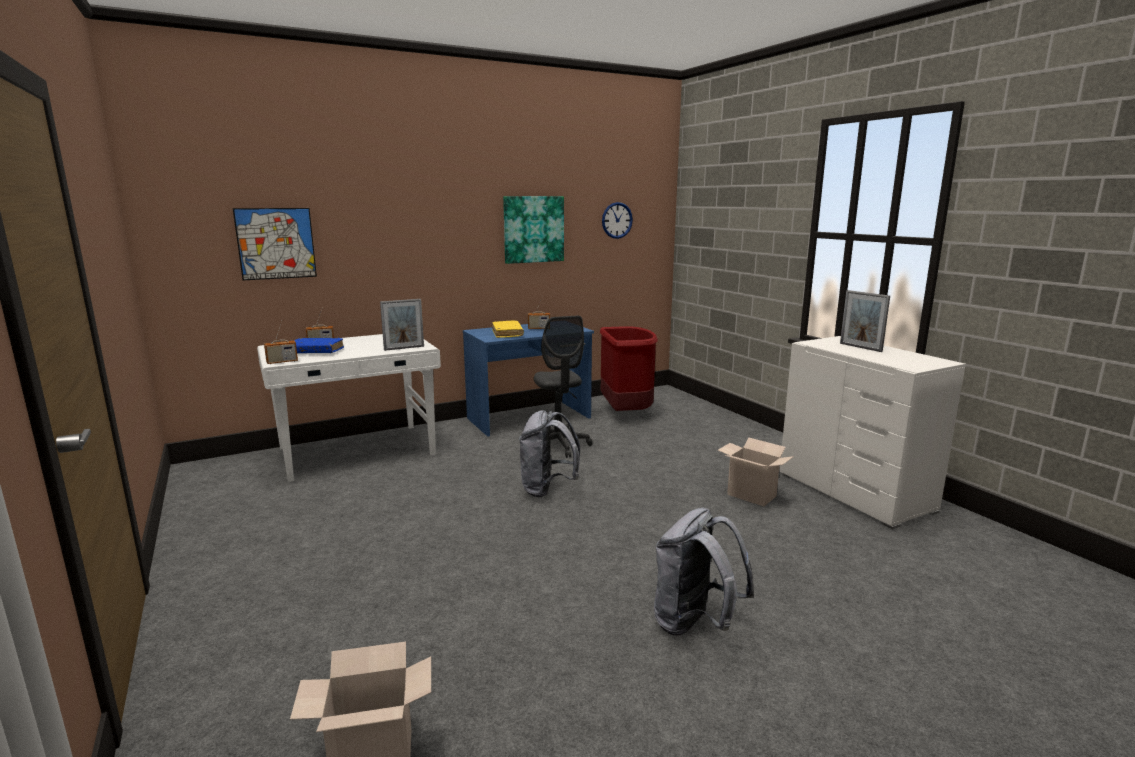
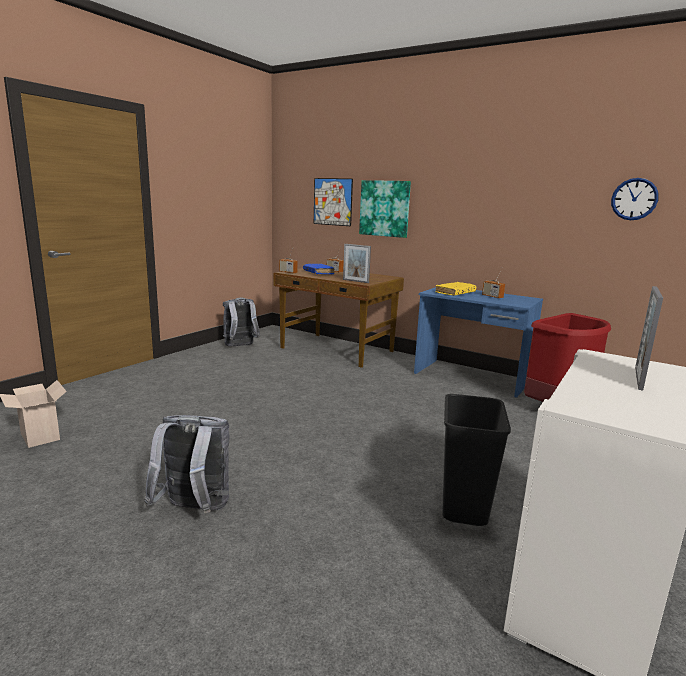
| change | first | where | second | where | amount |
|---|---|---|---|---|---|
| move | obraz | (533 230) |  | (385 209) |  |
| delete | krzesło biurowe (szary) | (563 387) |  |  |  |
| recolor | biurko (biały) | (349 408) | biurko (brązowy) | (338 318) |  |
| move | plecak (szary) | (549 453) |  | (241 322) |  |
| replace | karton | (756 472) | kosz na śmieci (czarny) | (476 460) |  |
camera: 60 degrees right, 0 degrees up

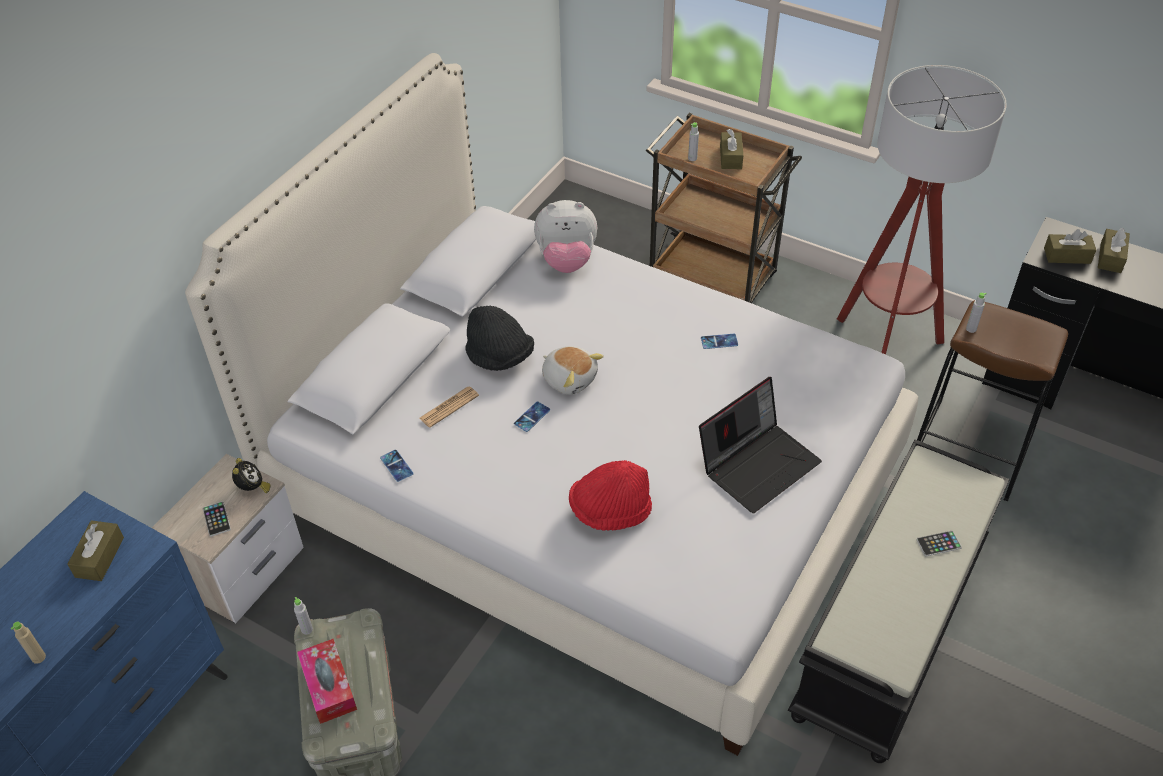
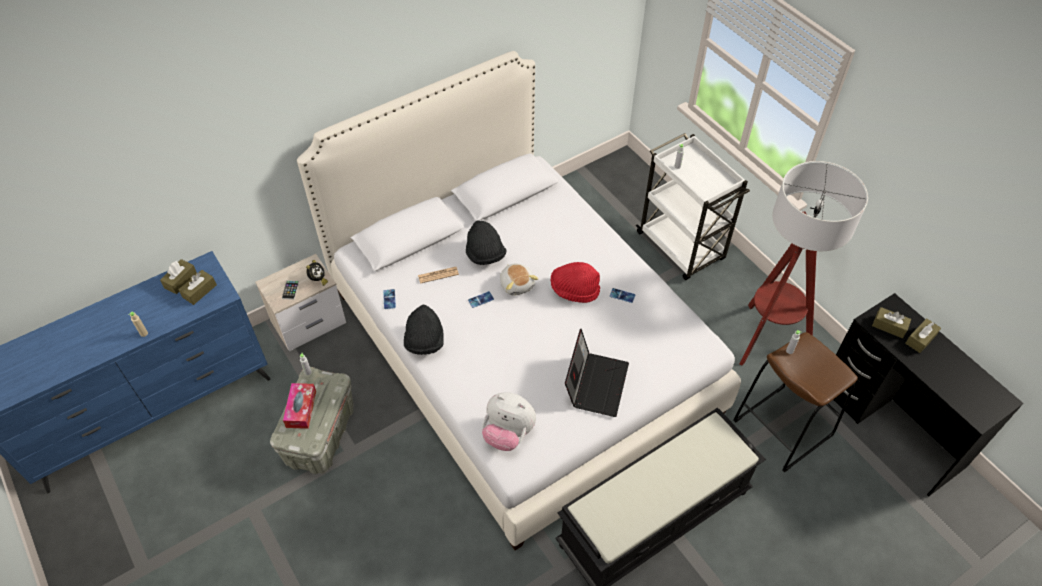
| change | first | where | second | where | amount |
|---|---|---|---|---|---|
| recolor | wózek (brązowy) | (724 208) | wózek (biały) | (693 206) |  |
| move | pudełko chusteczek (brązowy) | (731 149) |  | (178 276) |  |
| move | pluszak | (565 236) |  | (509 421) |  |
| rotate | laptop | (760 445) |  | (597 373) | 60 degrees counterclockwise |
| move | kapelusz (czerwony) | (610 495) |  | (575 282) |  |
| delete | telefon | (939 543) |  |  |  |
| insert |  |  | kapelusz (czarny) | (424 329) |  |
camera: 25 degrees right, 5 degrees up

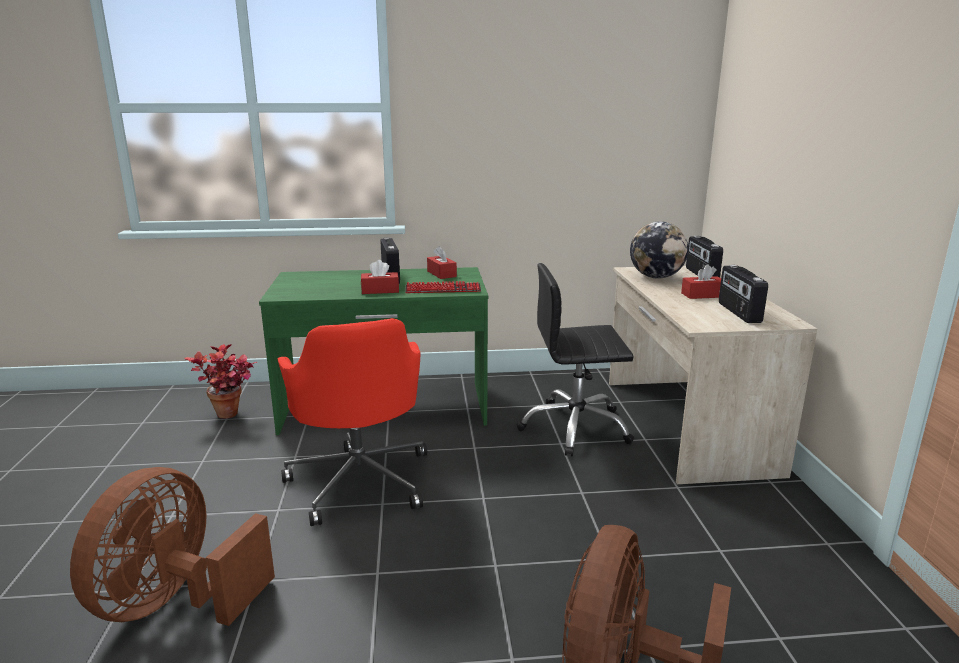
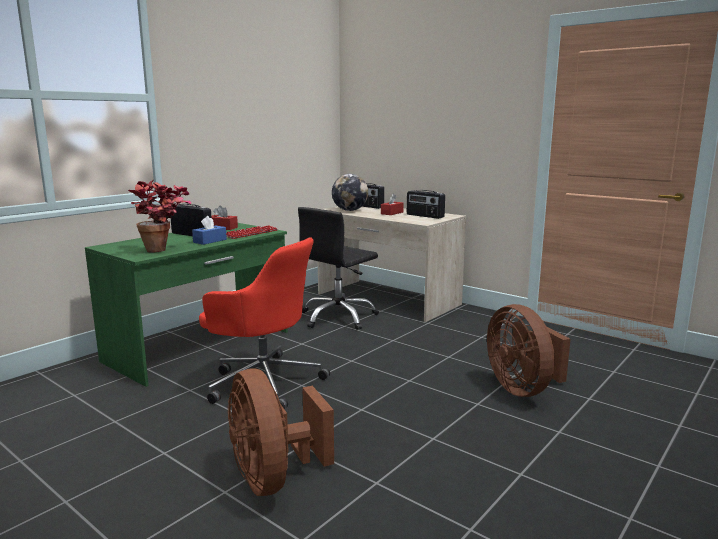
| change | first | where | second | where | amount |
|---|---|---|---|---|---|
| recolor | pudełko chusteczek (czerwony) | (380 277) | pudełko chusteczek (niebieski) | (209 230) |  |
| move | roślina doniczkowa | (220 381) |  | (159 216) |  |
camera: 45 degrees left, 5 degrees down

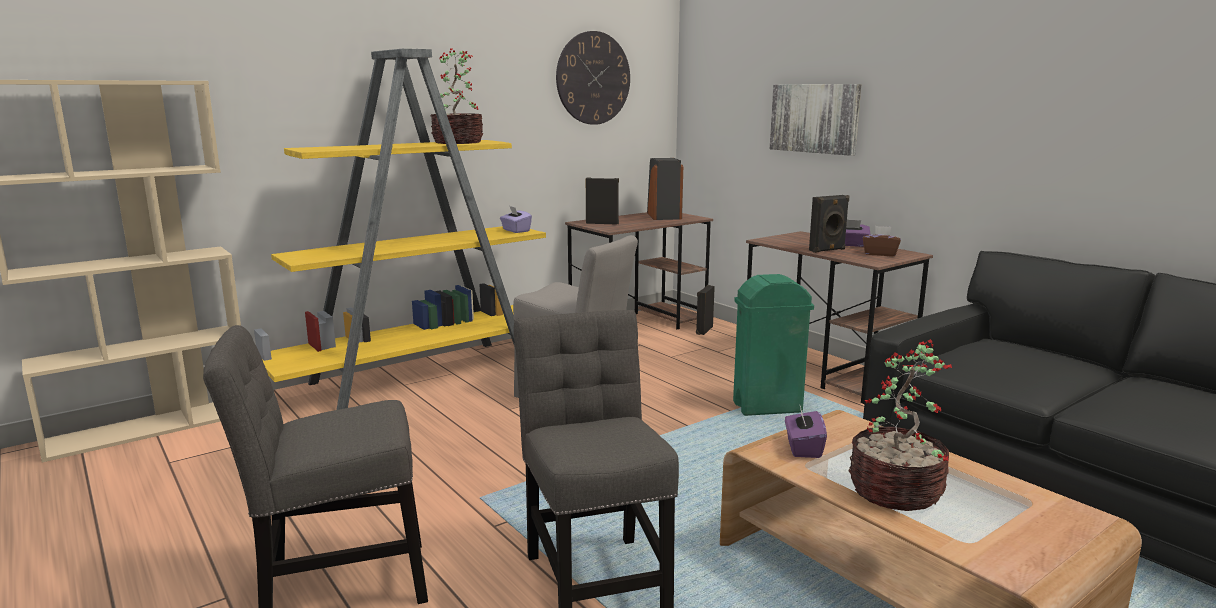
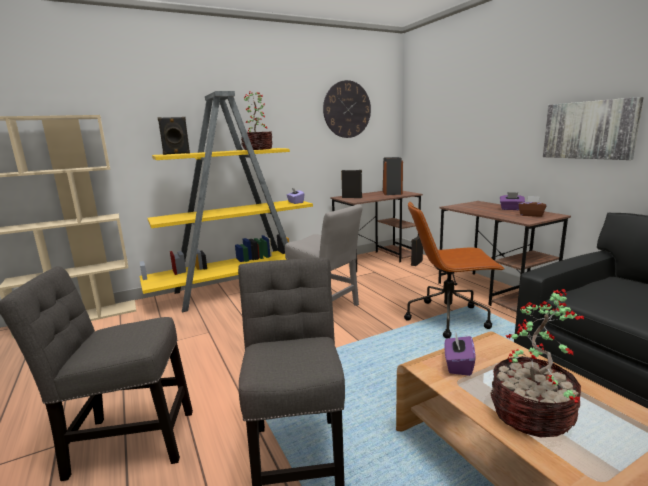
| change | first | where | second | where | amount |
|---|---|---|---|---|---|
| move | obraz | (815 120) |  | (593 128) |  |
| move | głośnik (czarny) | (829 224) |  | (174 136) |  |
| replace | kosz na śmieci (zielony) | (773 345) | krzesło biurowe (brązowy) | (454 270) |  |
camera: 10 degrees right, 0 degrees up

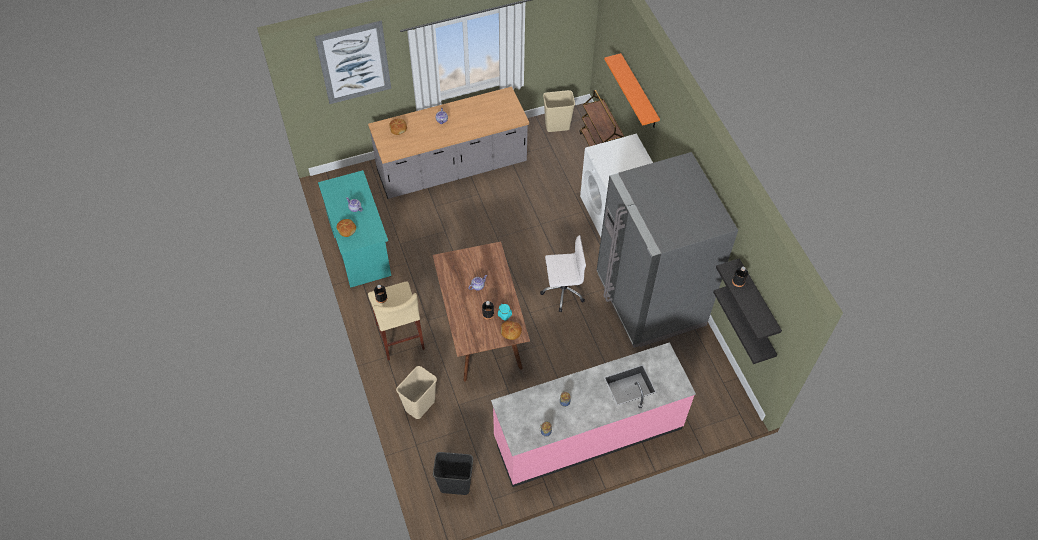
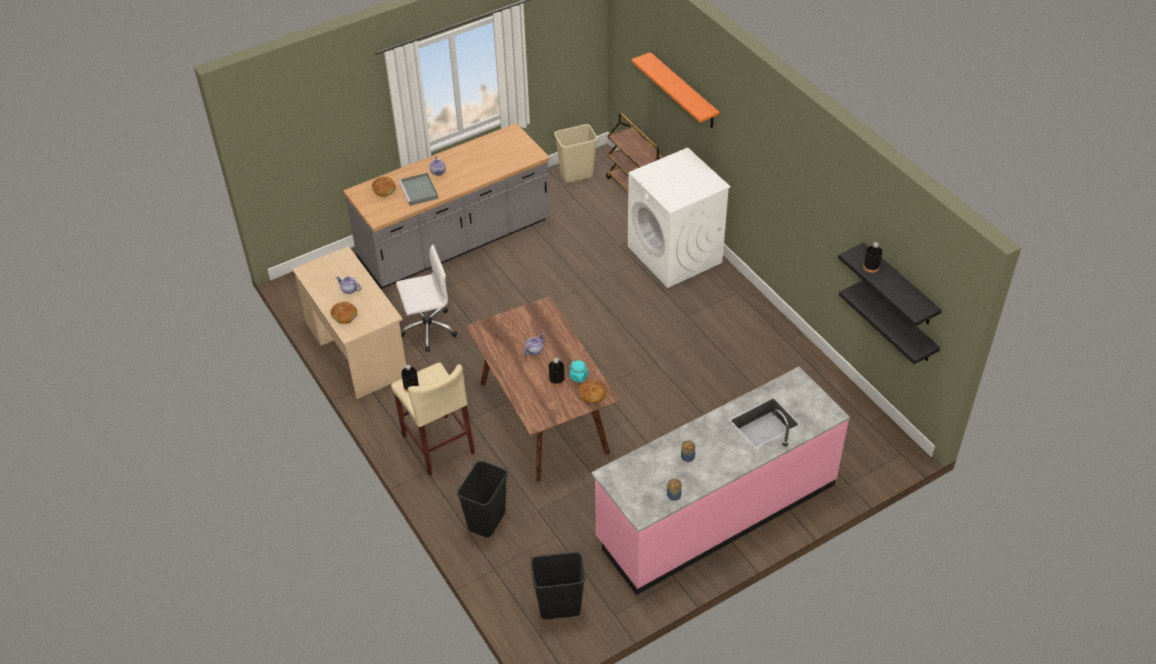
| change | first | where | second | where | amount |
|---|---|---|---|---|---|
| delete | obraz | (353 62) |  |  |  |
| delete | lodówka (szary) | (667 250) |  |  |  |
| recolor | biurko (turkusowy) | (354 229) | biurko (beżowy) | (349 322) |  |
| move | krzesło biurowe (biały) | (563 273) |  | (426 298) |  |
| recolor | kosz na śmieci (beżowy) | (416 392) | kosz na śmieci (czarny) | (482 499) |  |
| insert |  |  | taca (szary) | (418 189) |  |
camera: 10 degrees left, 10 degrees down

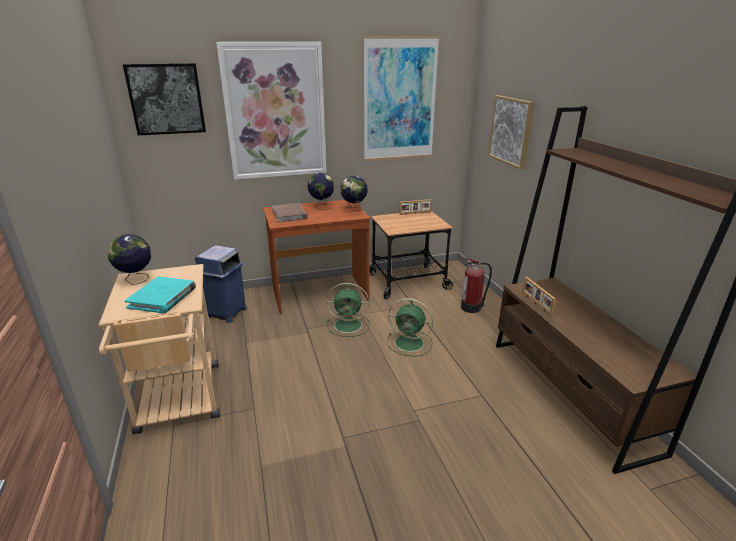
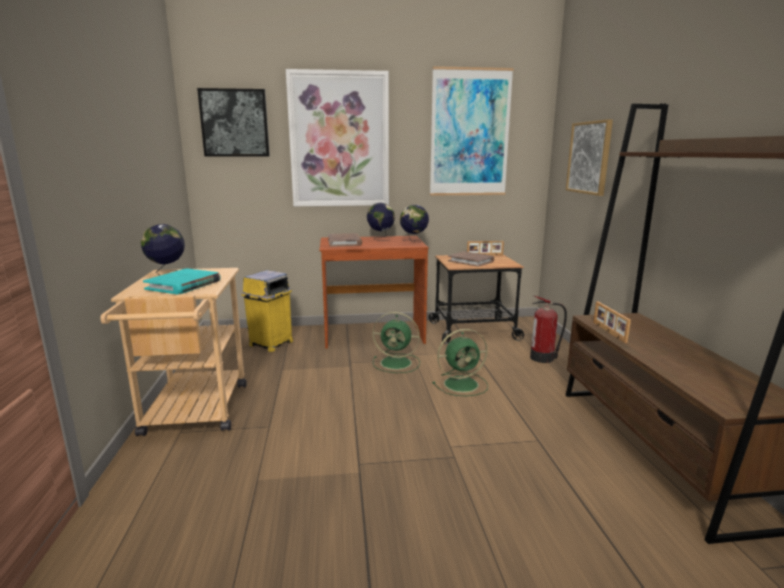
| change | first | where | second | where | amount |
|---|---|---|---|---|---|
| recolor | kosz na śmieci (niebieski) | (221 284) | kosz na śmieci (żółty) | (267 311) |  |
| rotate | wentylator (zielony) | (410 327) |  | (460 362) | 45 degrees counterclockwise |
| insert |  |  | książka (brązowy) | (471 259) |  |
camera: 10 degrees right, 10 degrees down

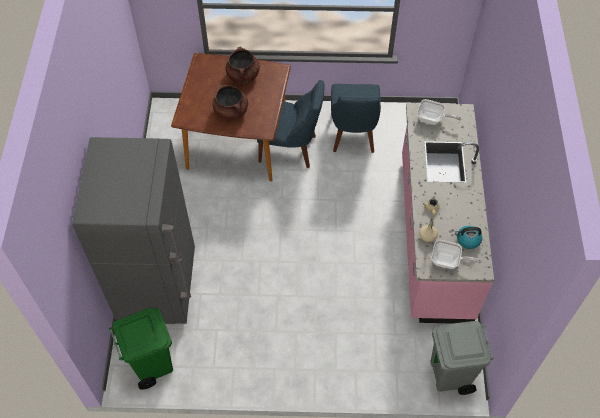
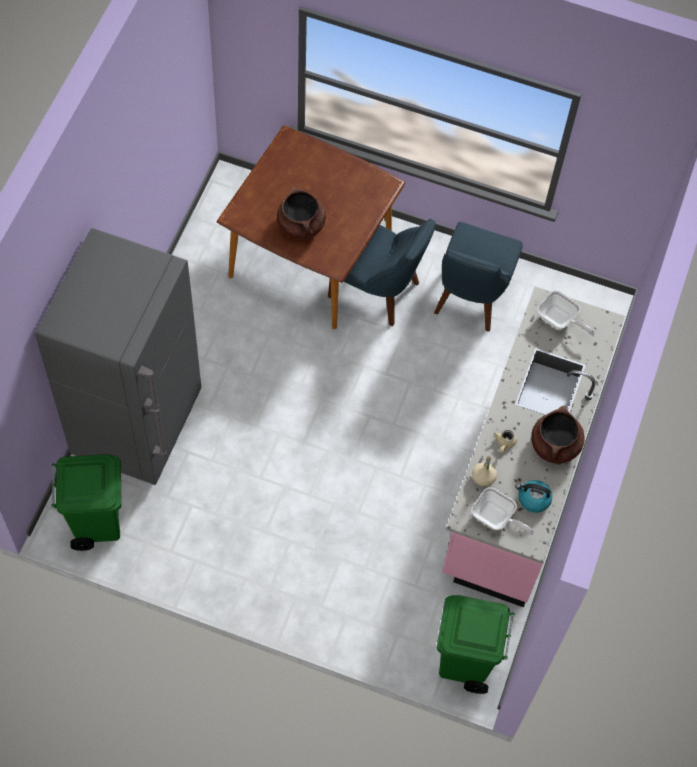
| change | first | where | second | where | amount |
|---|---|---|---|---|---|
| move | garnek (brązowy) | (243 65) |  | (558 435) |  |
| recolor | kosz na śmieci (szary) | (462 358) | kosz na śmieci (zielony) | (475 644) |  |
camera: 15 degrees right, 5 degrees up

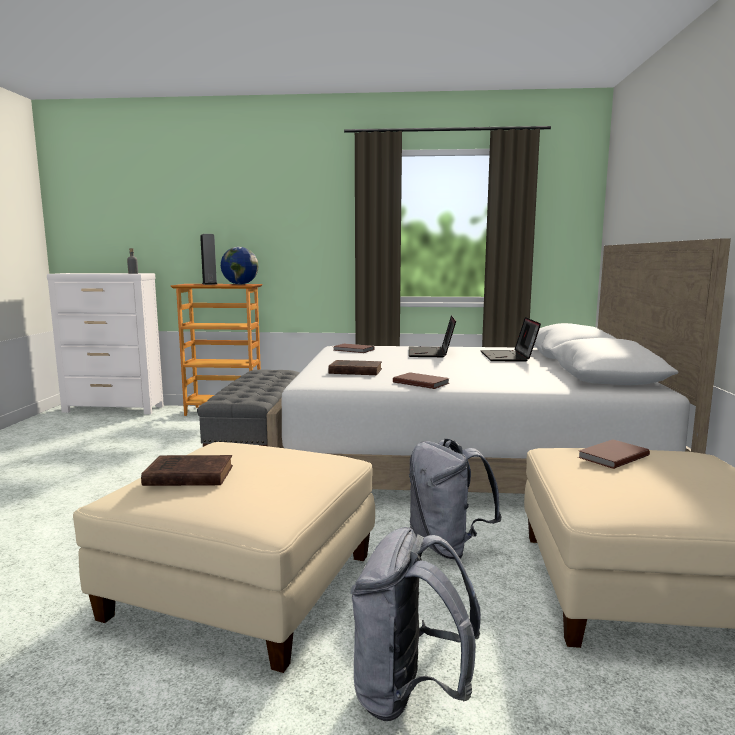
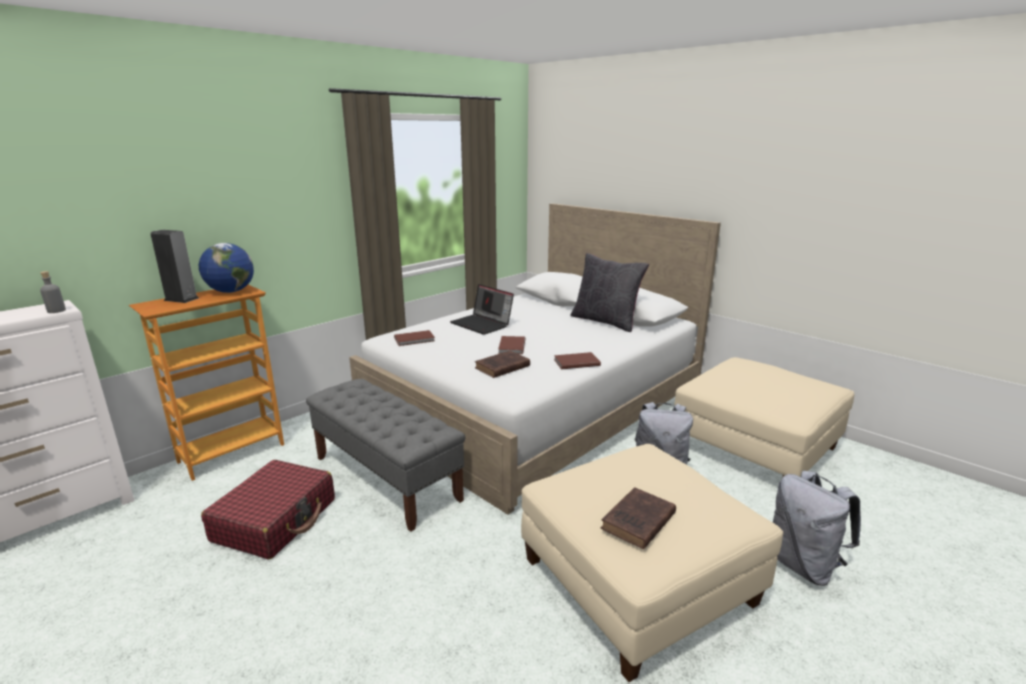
| change | first | where | second | where | amount |
|---|---|---|---|---|---|
| delete | laptop | (510 339) |  |  |  |
| move | książka (brązowy) | (614 454) |  | (511 345) |  |
| insert |  |  | poduszka (czarny) | (609 292) |  |
| insert |  |  | walizka (czerwony) | (268 510) |  |
camera: 50 degrees left, 10 degrees up

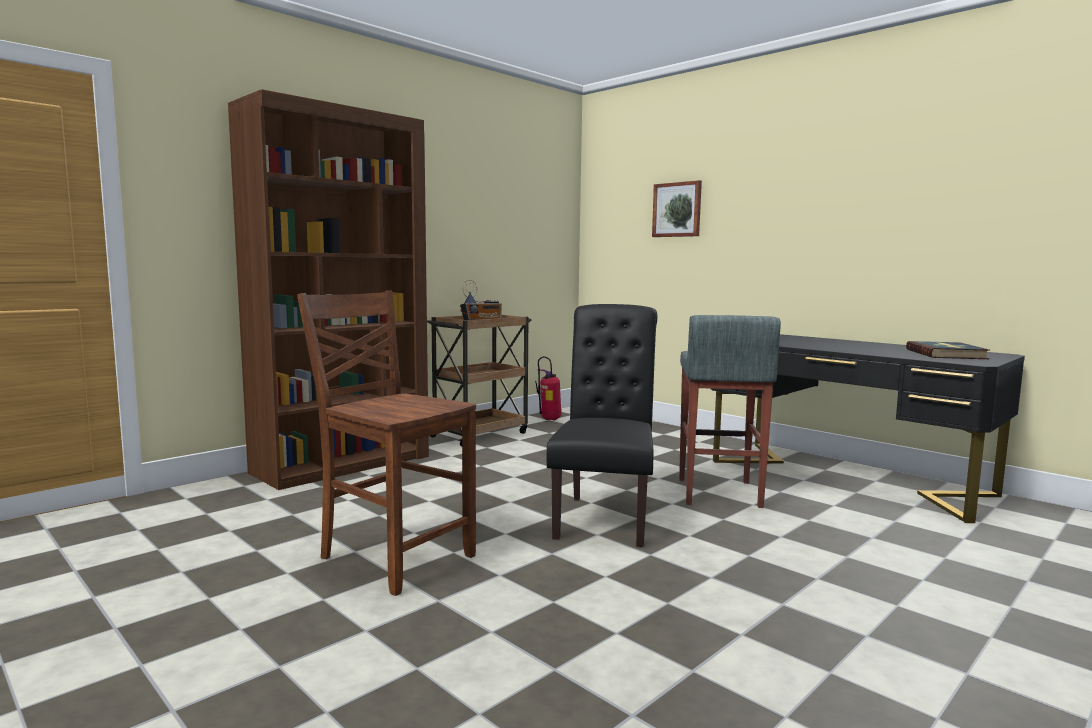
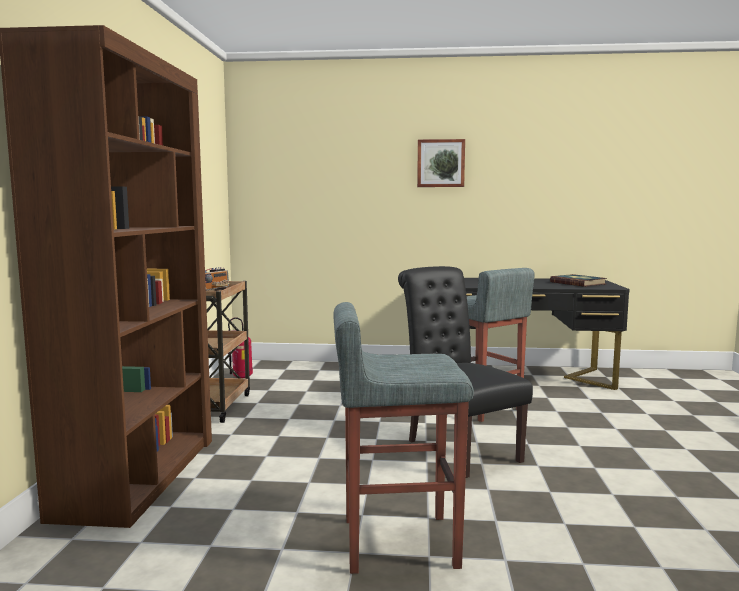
| change | first | where | second | where | amount |
|---|---|---|---|---|---|
| move | obraz | (677 208) |  | (441 163) |  |
| replace | krzesło (brązowy) | (386 443) | stołek (szary) | (403 438) |  |
camera: 40 degrees left, 0 degrees up

